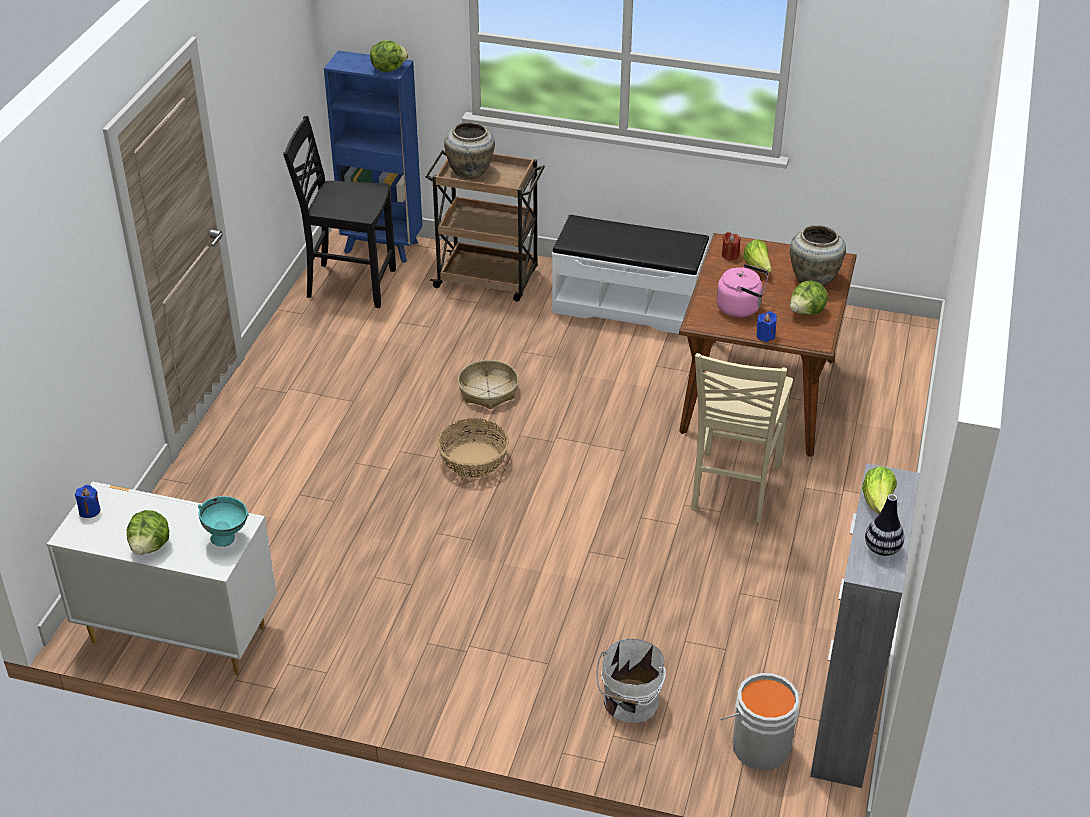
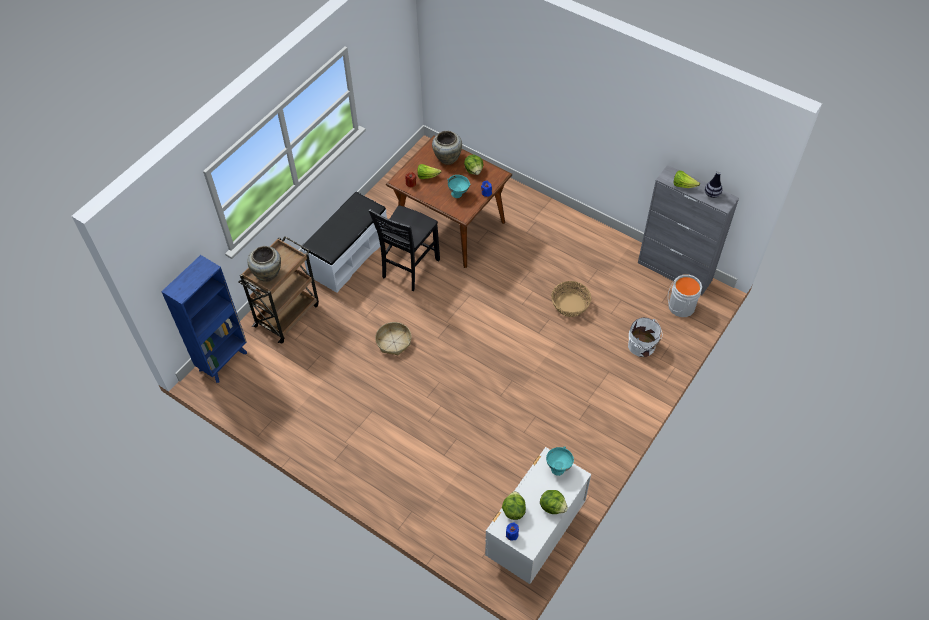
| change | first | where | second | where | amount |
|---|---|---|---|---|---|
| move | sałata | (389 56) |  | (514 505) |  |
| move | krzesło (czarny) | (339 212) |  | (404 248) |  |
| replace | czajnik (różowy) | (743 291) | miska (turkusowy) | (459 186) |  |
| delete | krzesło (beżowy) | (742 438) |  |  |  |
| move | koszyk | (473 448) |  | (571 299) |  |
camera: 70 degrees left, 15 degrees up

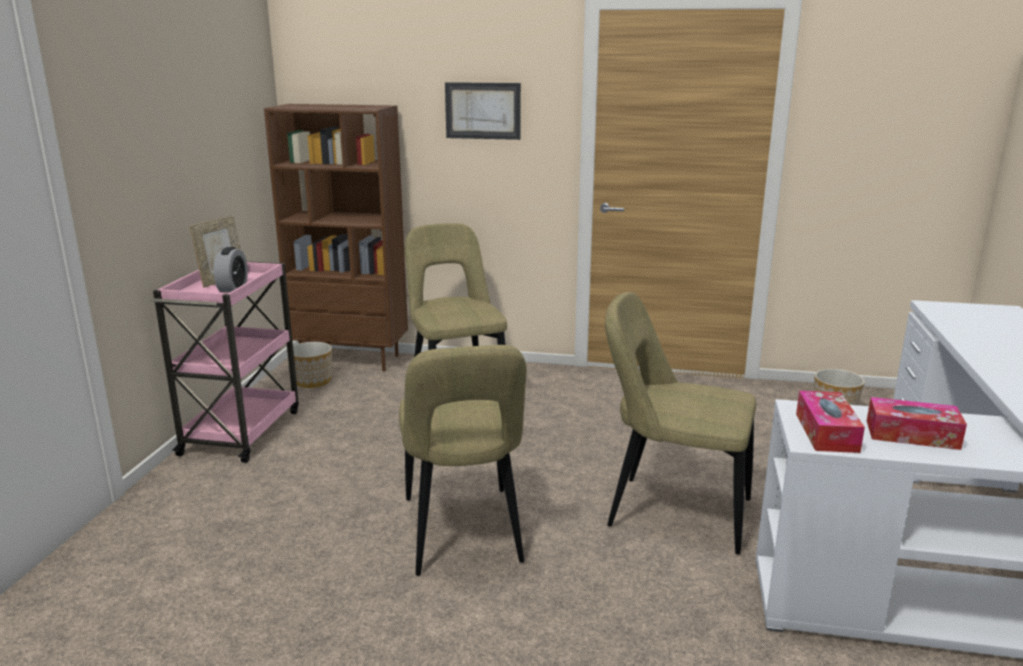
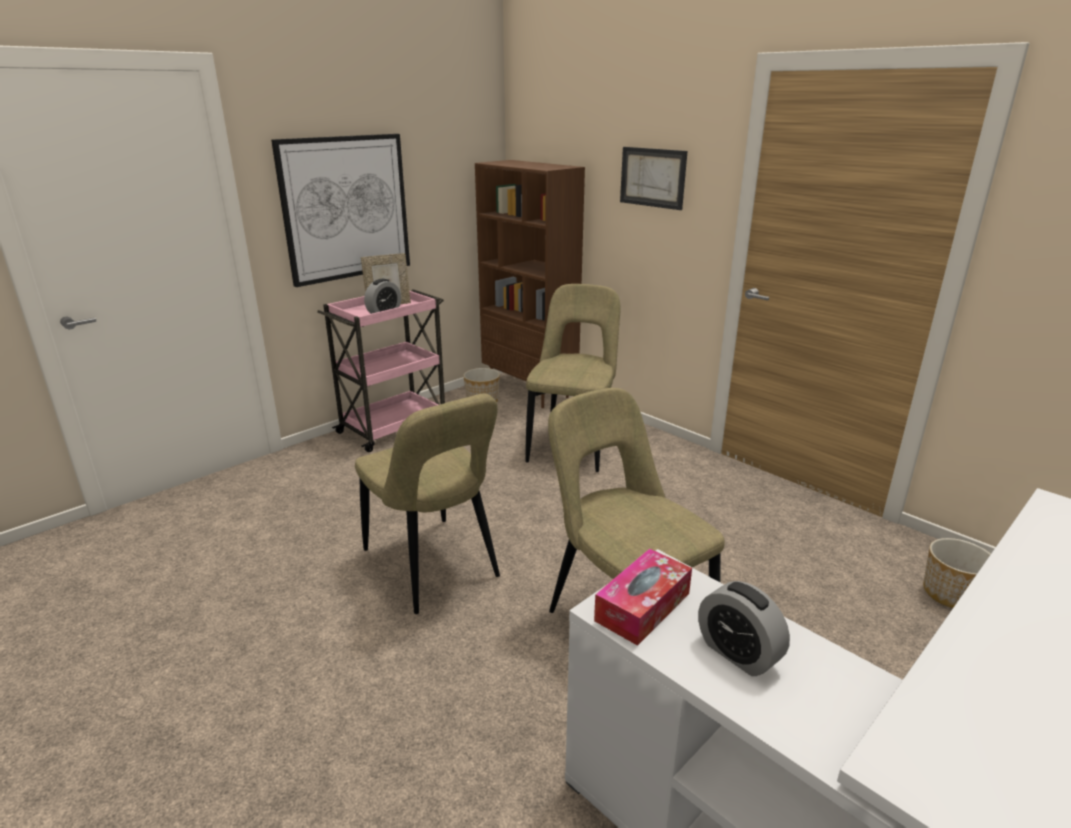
| change | first | where | second | where | amount |
|---|---|---|---|---|---|
| rotate | krzesło (beżowy) | (463 460) |  | (427 503) | 60 degrees counterclockwise |
| replace | pudełko chusteczek | (917 423) | budzik | (744 628) |  |
| insert |  |  | obraz | (340 210) |  |
camera: 35 degrees right, 5 degrees up

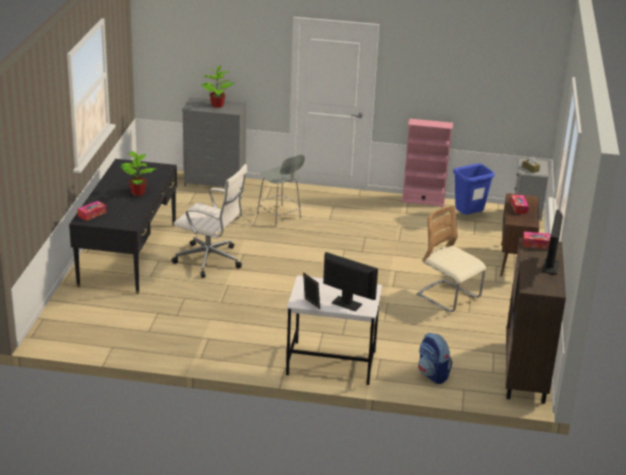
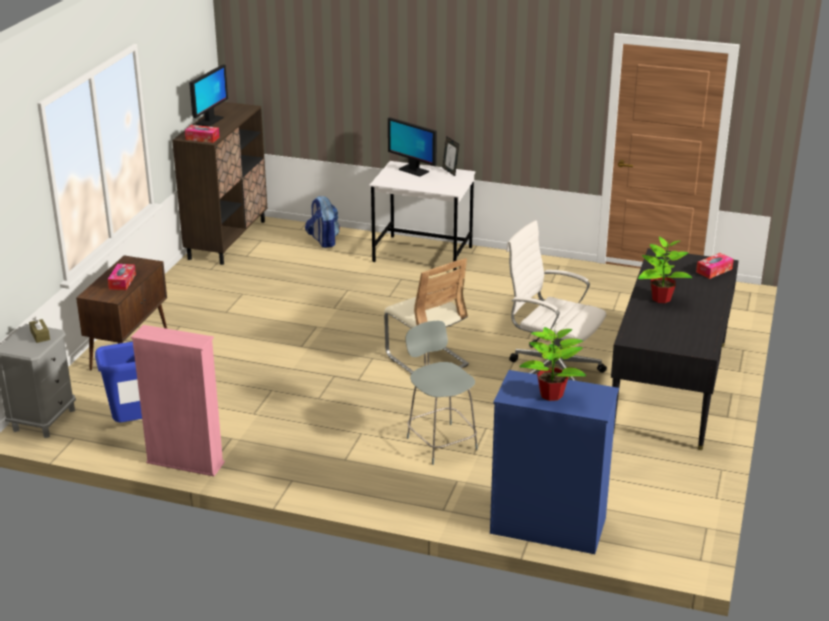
| change | first | where | second | where | amount |
|---|---|---|---|---|---|
| recolor | komoda (szary) | (214 142) | komoda (niebieski) | (554 462) |  |
| move | krzesło (beżowy) | (451 258) |  | (426 316) |  |
camera: 170 degrees left, 0 degrees up

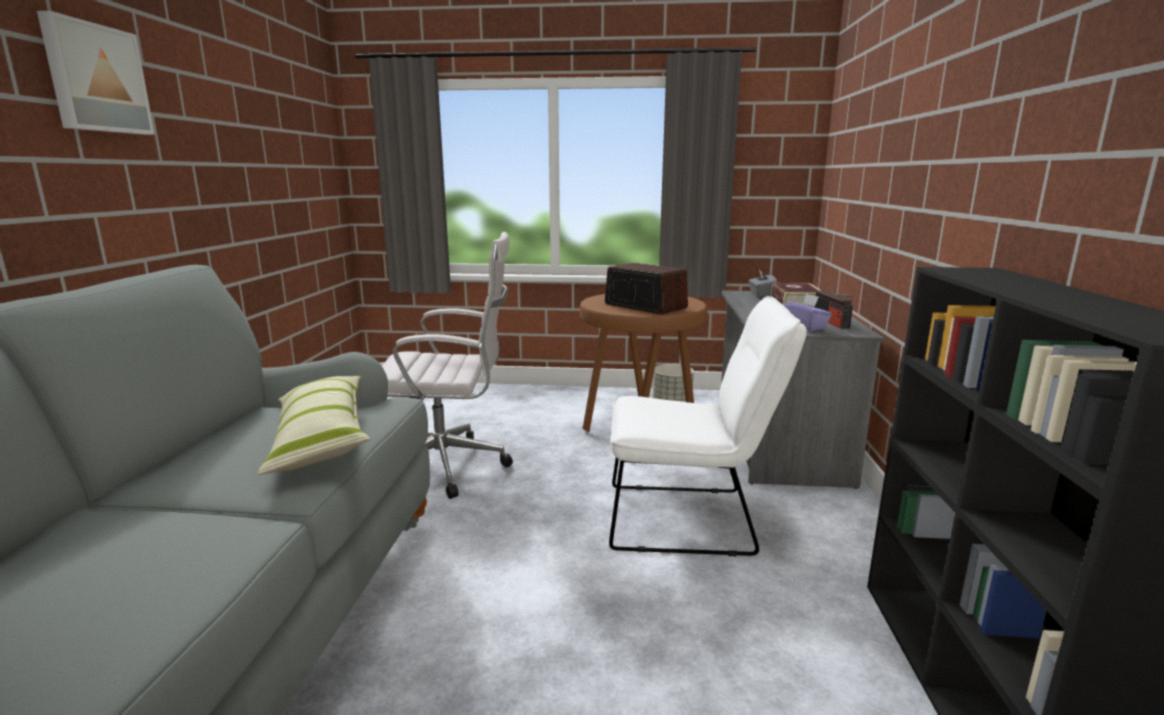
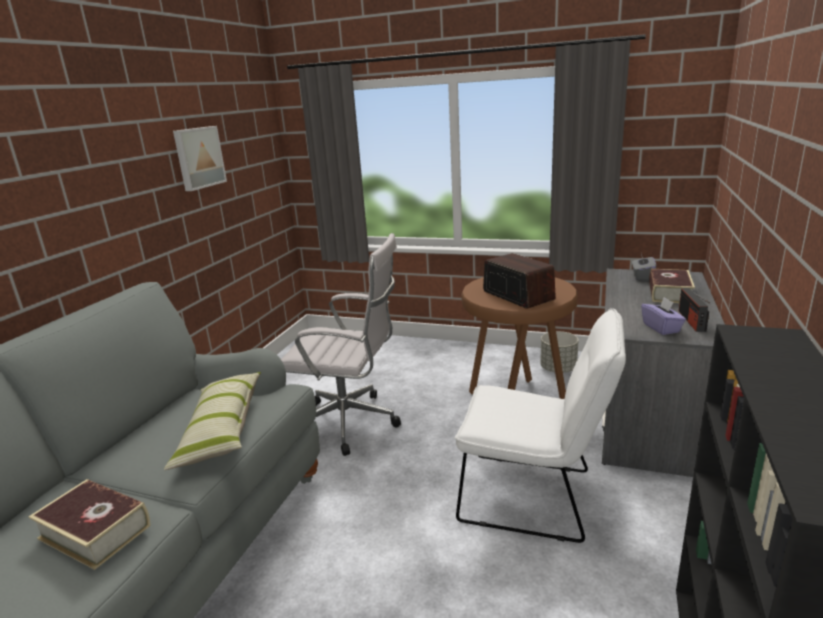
| change | first | where | second | where | amount |
|---|---|---|---|---|---|
| move | obraz | (96 73) |  | (200 158) |  |
| insert |  |  | książka | (89 524) |  |
camera: 15 degrees right, 5 degrees up

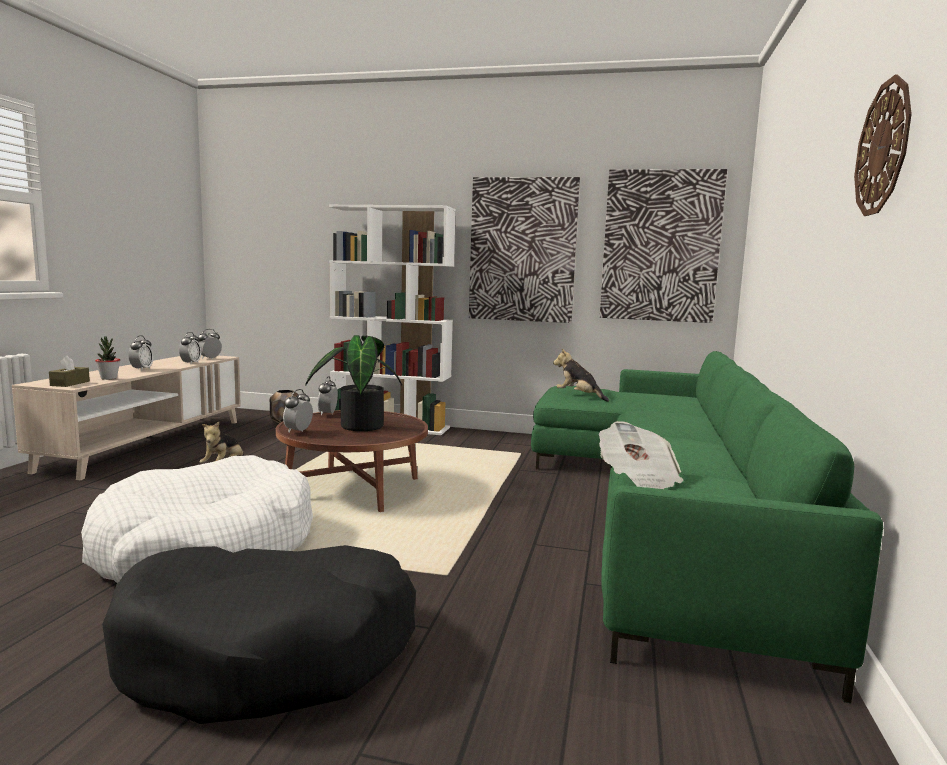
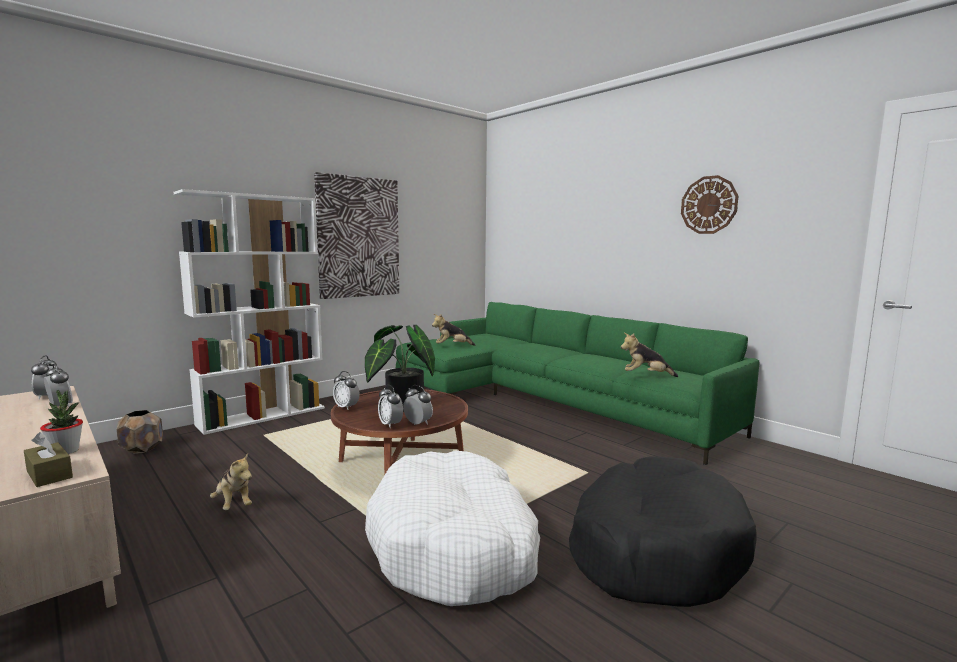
| change | first | where | second | where | amount |
|---|---|---|---|---|---|
| delete | obraz | (663 246) |  |  |  |
| move | budzik | (140 353) |  | (418 405) |  |
| replace | gazeta | (641 455) | pluszak | (649 355) |  |
camera: 55 degrees left, 0 degrees up

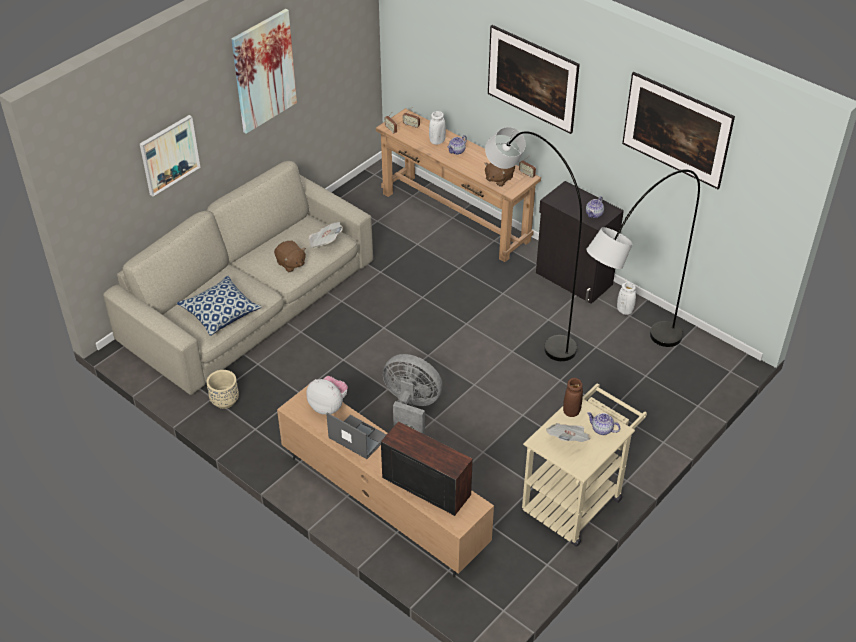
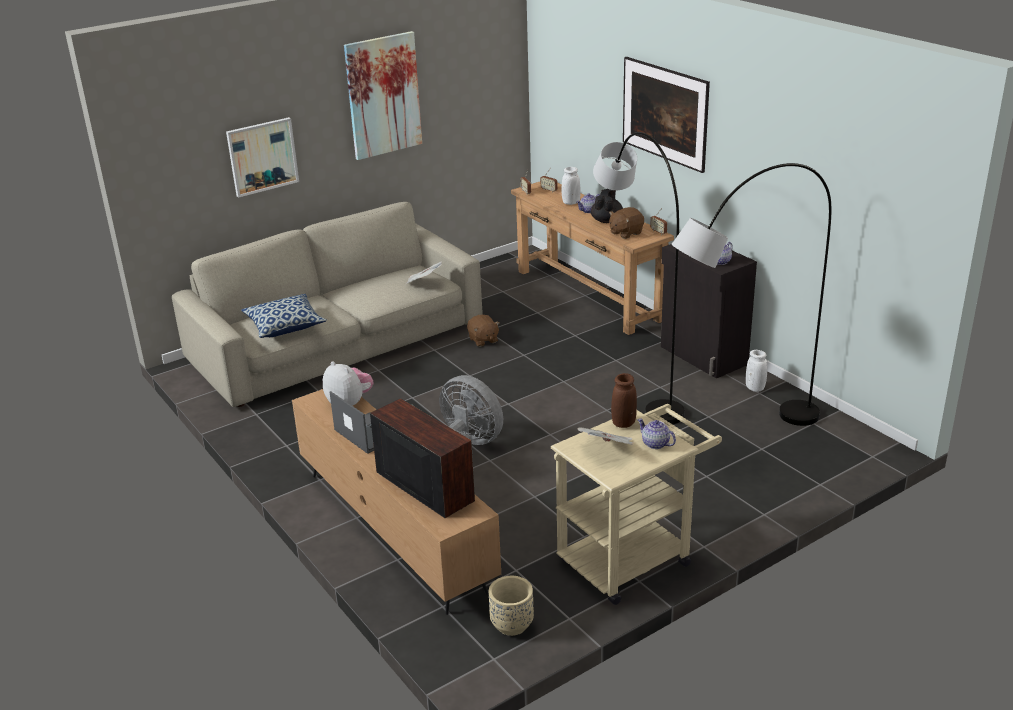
| change | first | where | second | where | amount |
|---|---|---|---|---|---|
| delete | obraz | (678 130) |  |  |  |
| move | pluszak (brązowy) | (290 256) |  | (483 331) |  |
| move | donica (beżowy) | (222 389) |  | (511 606) |  |
| insert |  |  | imbryk (czarny) | (607 206) |  |
camera: 15 degrees right, 15 degrees down

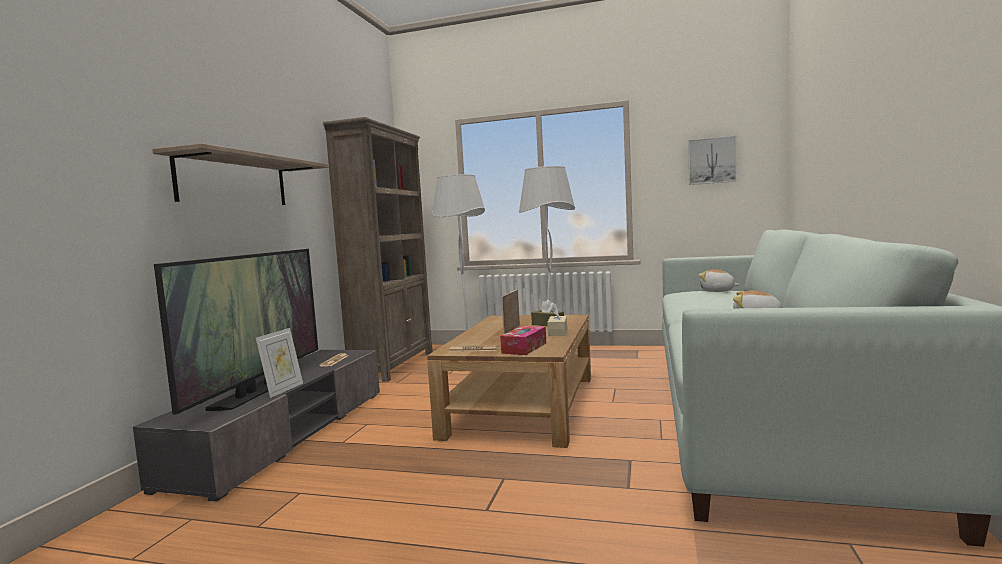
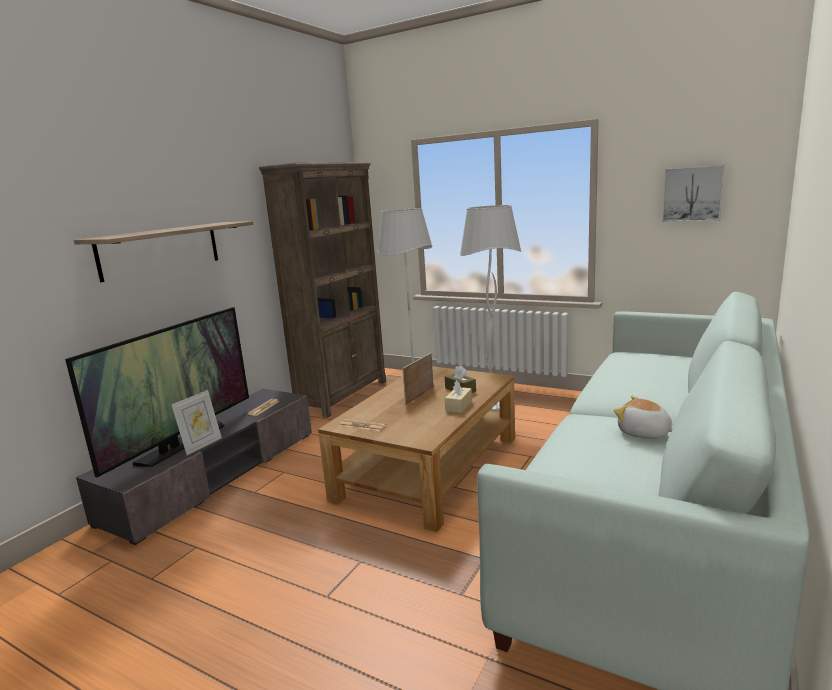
| change | first | where | second | where | amount |
|---|---|---|---|---|---|
| delete | pluszak | (719 280) |  |  |  |
| delete | pudełko chusteczek | (523 340) |  |  |  |
camera: 15 degrees right, 10 degrees up

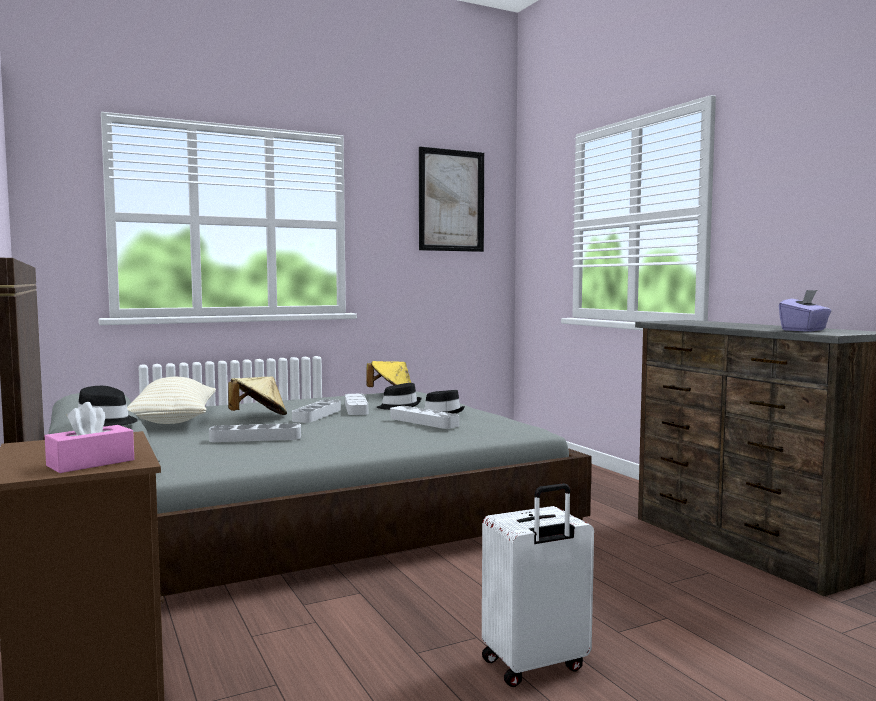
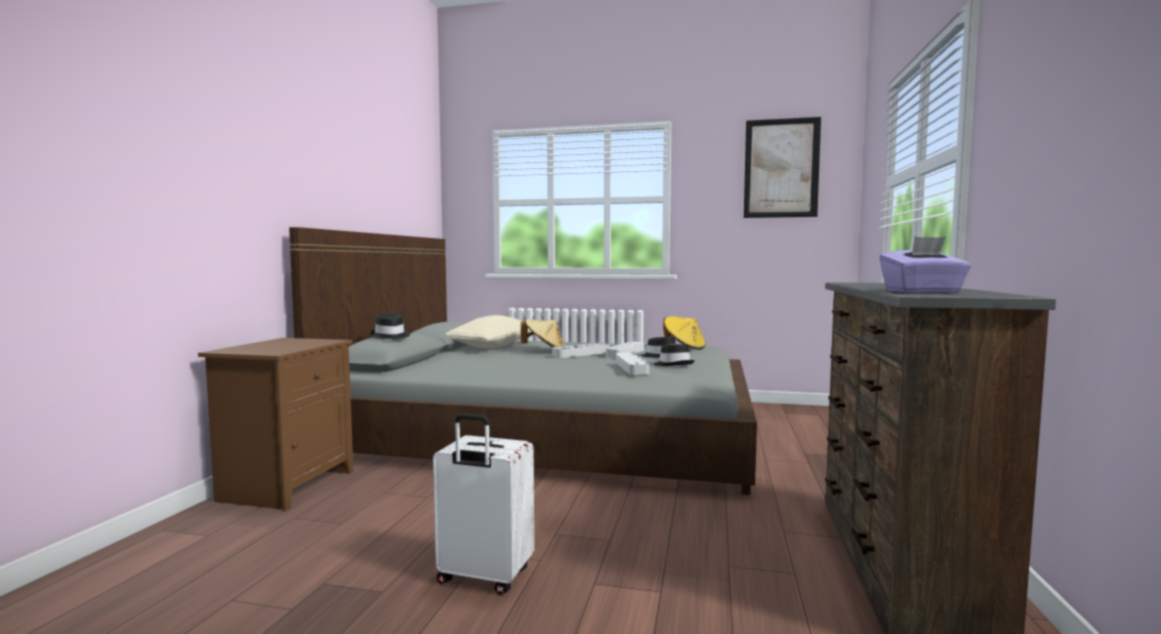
| change | first | where | second | where | amount |
|---|---|---|---|---|---|
| delete | pudełko chusteczek (różowy) | (89 437) |  |  |  |
| delete | taca (szary) | (255 432) |  |  |  |
camera: 40 degrees right, 0 degrees up

